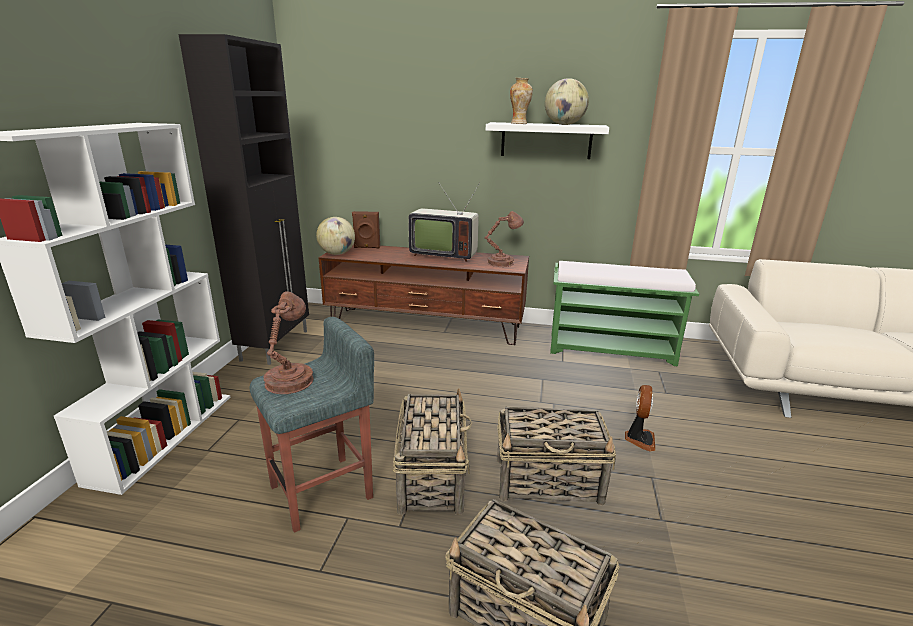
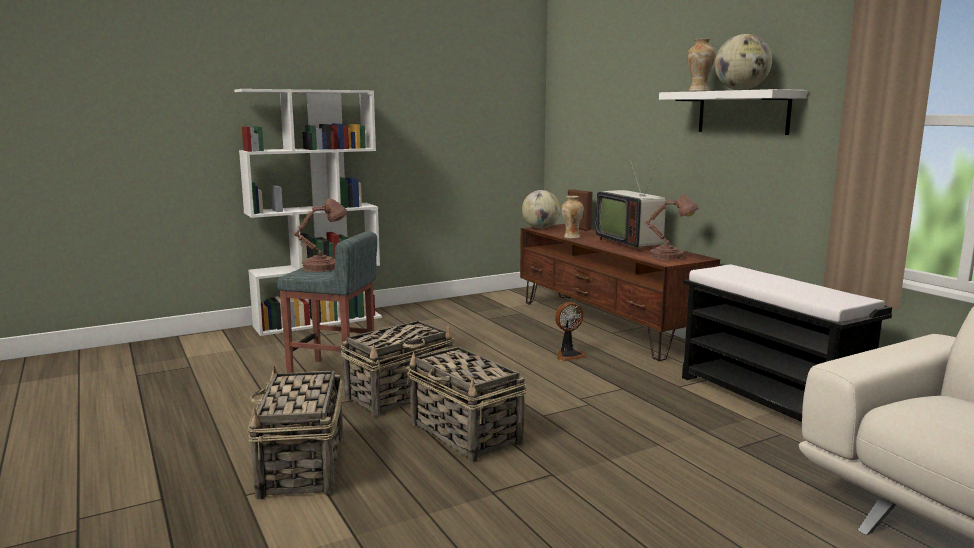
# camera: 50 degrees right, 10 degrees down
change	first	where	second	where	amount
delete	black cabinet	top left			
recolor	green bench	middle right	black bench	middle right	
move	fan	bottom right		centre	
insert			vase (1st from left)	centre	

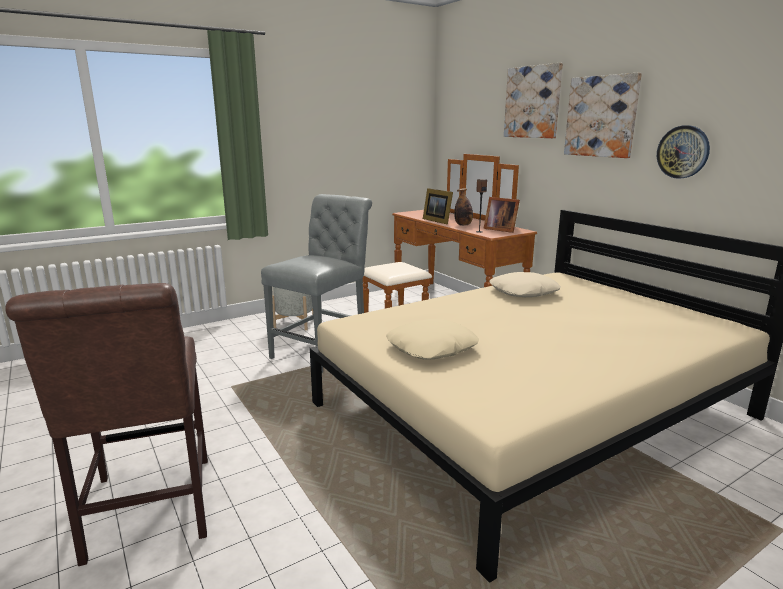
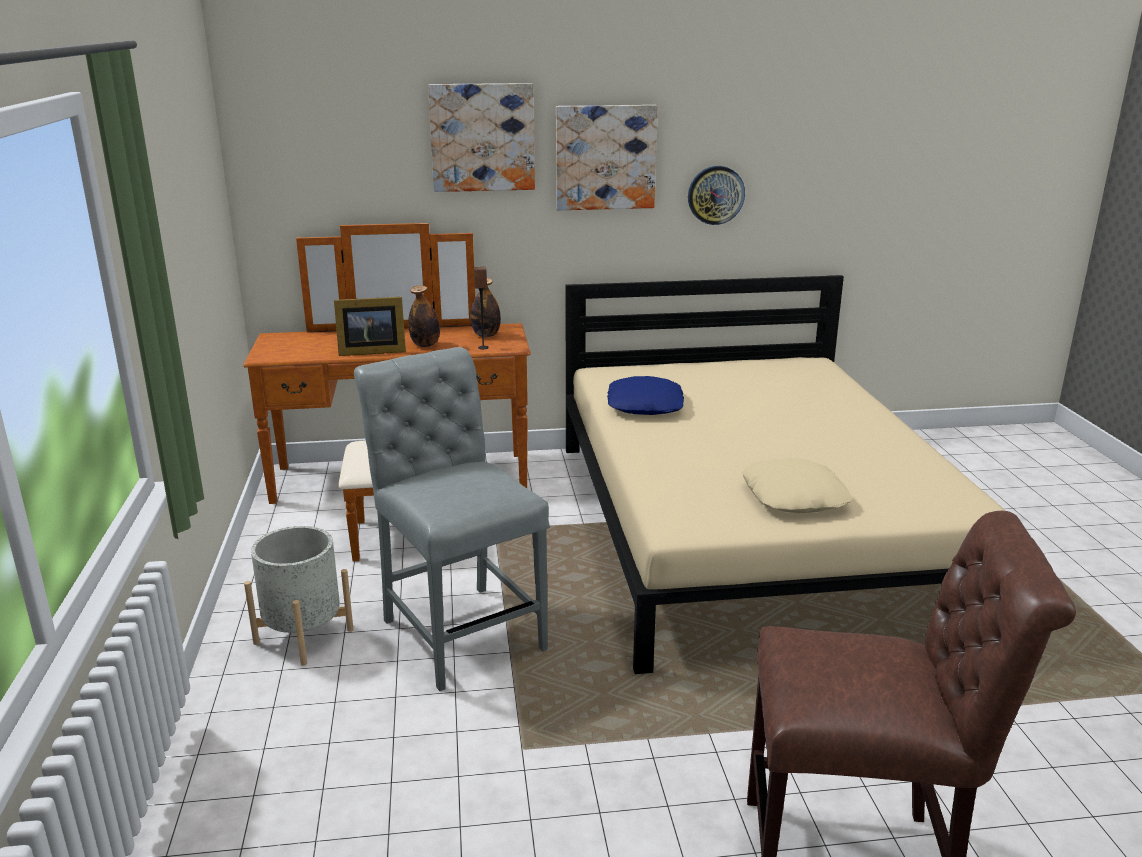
# camera: 65 degrees left, 5 degrees up
change	first	where	second	where	amount
replace	picture frame (2nd from left)	centre	bottle (2nd from left)	centre	
recolor	beige pillow (2nd from left)	middle right	blue pillow	centre	

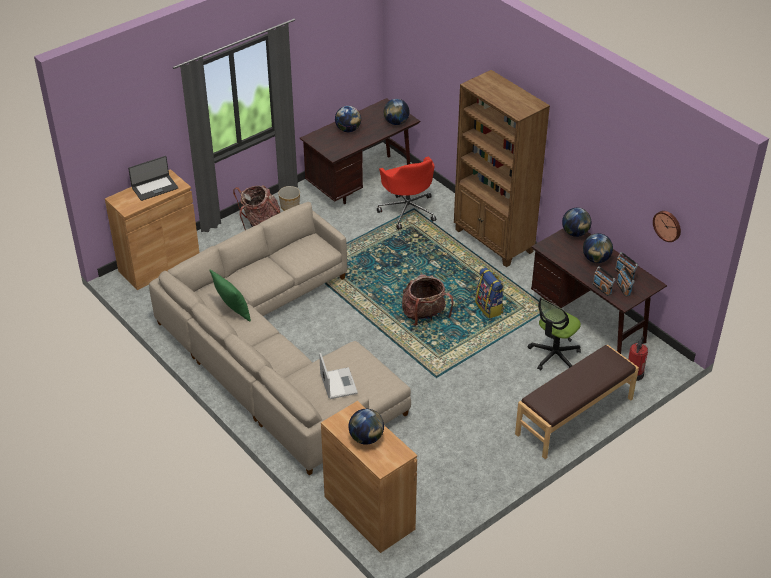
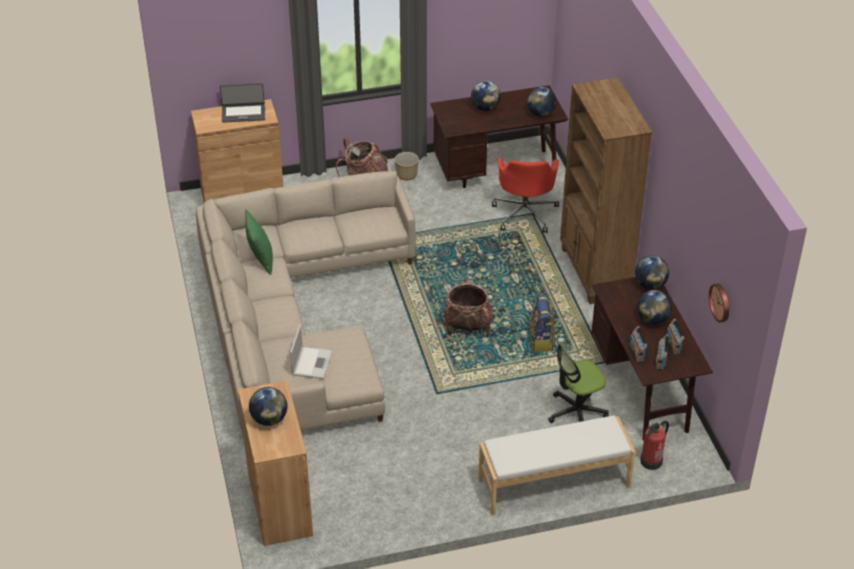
# camera: 25 degrees right, 0 degrees up
change	first	where	second	where	amount
recolor	brown bench	bottom right	white bench	bottom centre	

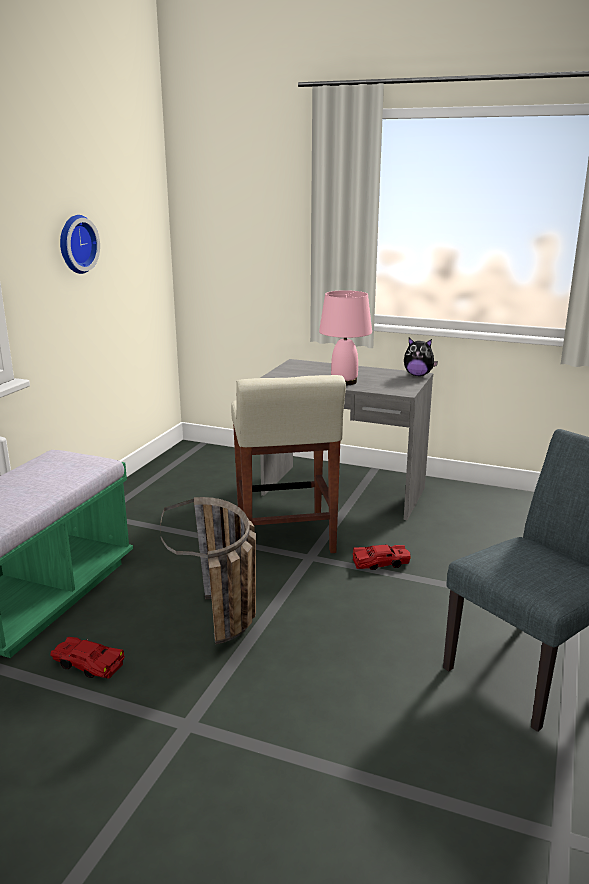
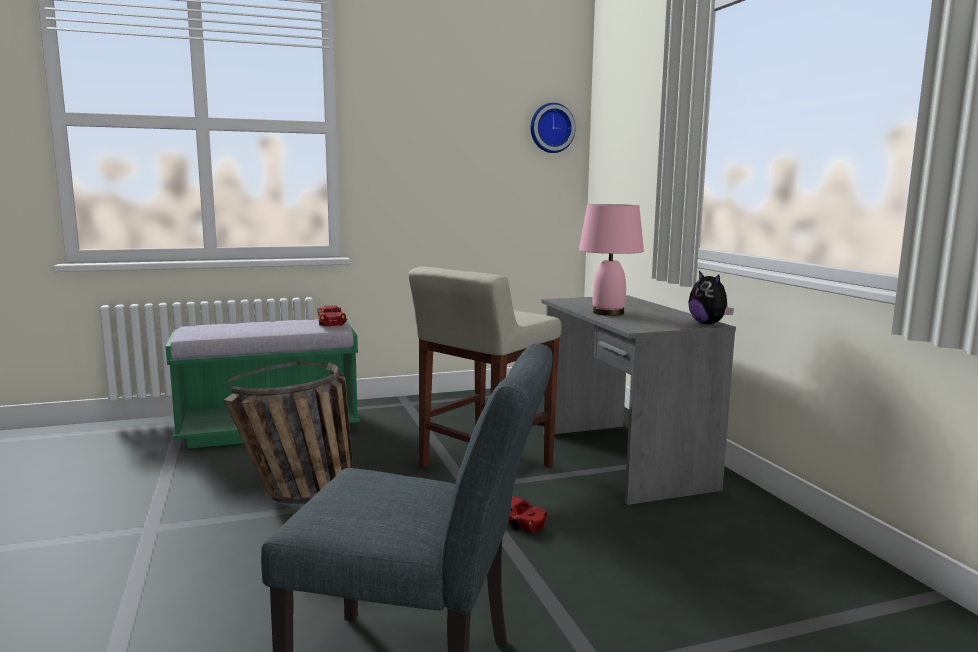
# camera: 50 degrees right, 10 degrees down
change	first	where	second	where	amount
move	wall clock	top left		top centre	
move	red toy car (1st from left)	bottom left		centre	

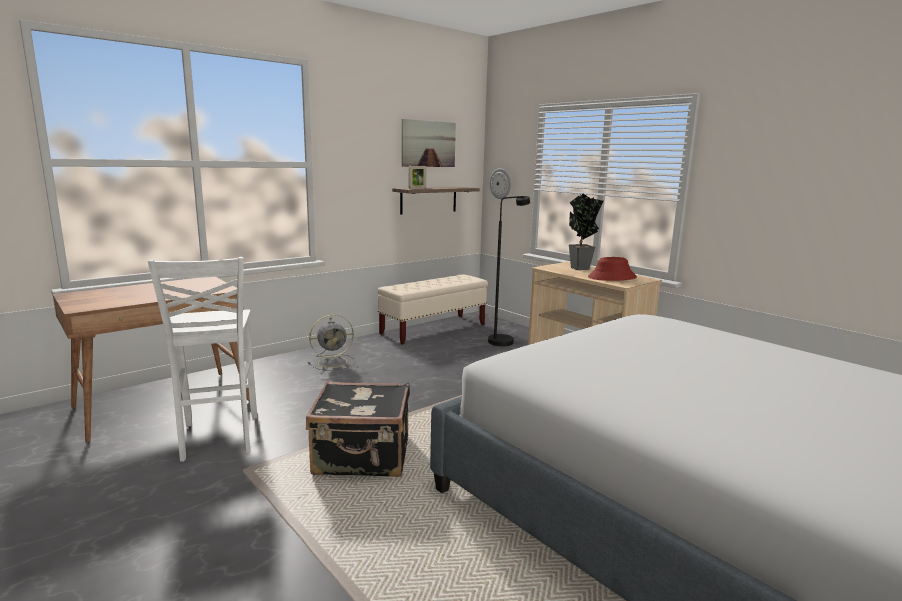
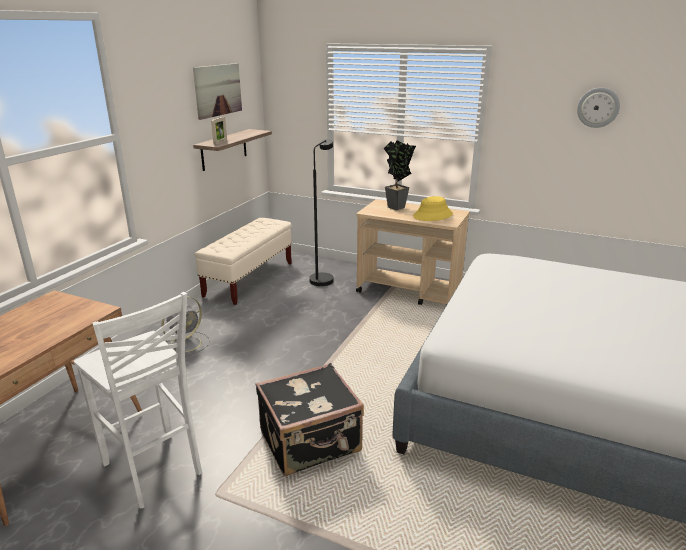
# camera: 25 degrees left, 10 degrees up
change	first	where	second	where	amount
move	wall clock	top centre		top right	
recolor	red hat	middle right	yellow hat	centre	

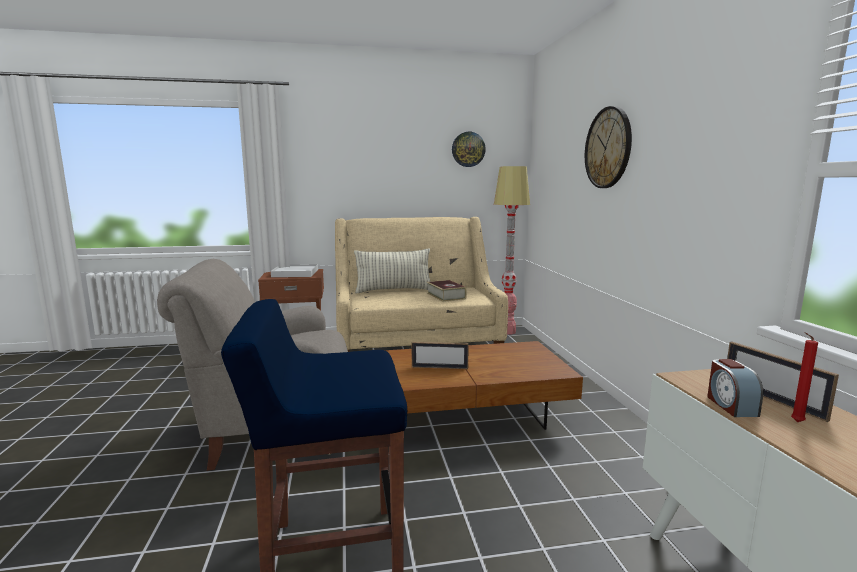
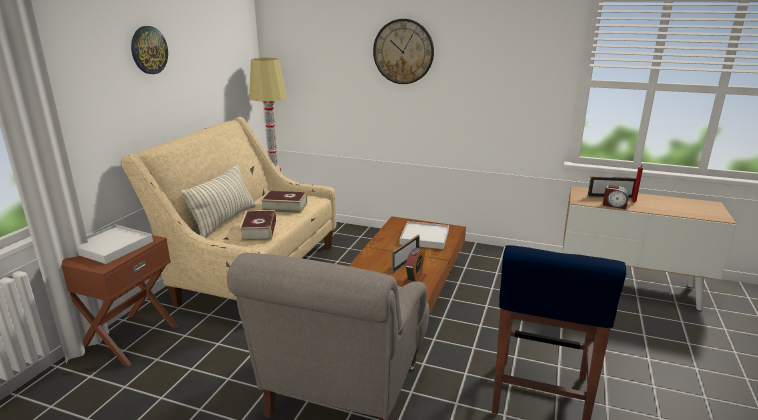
# camera: 60 degrees left, 10 degrees up
change	first	where	second	where	amount
move	wall clock (1st from left)	top centre		top left	
insert			book (1st from left)	centre	
insert			white tray (2nd from left)	centre	
insert			alarm clock (1st from left)	centre	

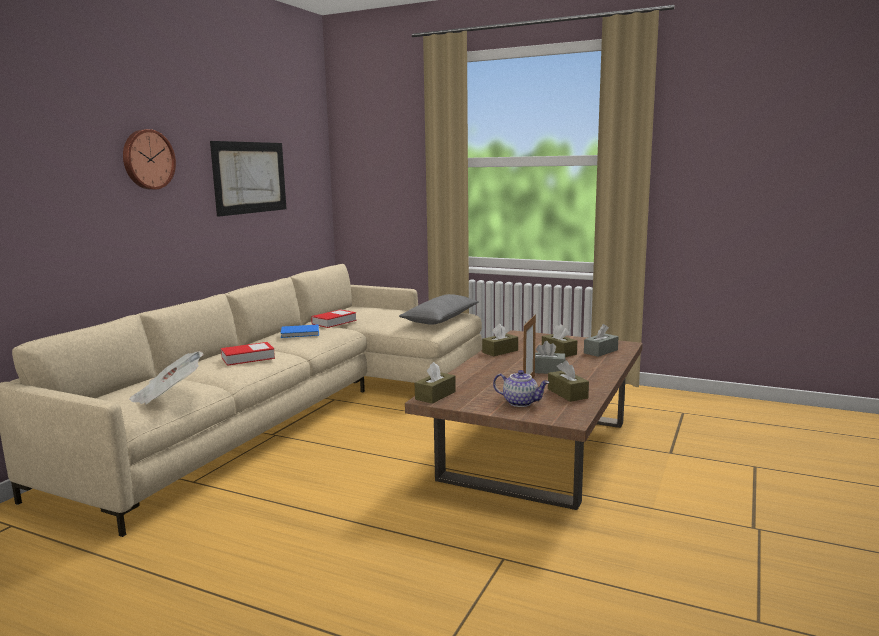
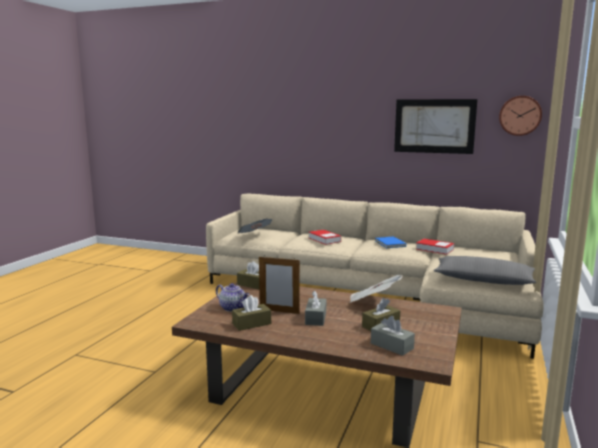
# camera: 85 degrees right, 0 degrees up
change	first	where	second	where	amount
move	wall clock	top left		top right	
replace	brown tissue box (2nd from left)	centre	newspaper (2nd from left)	centre	
rotate	teapot	centre		centre	75 degrees counterclockwise

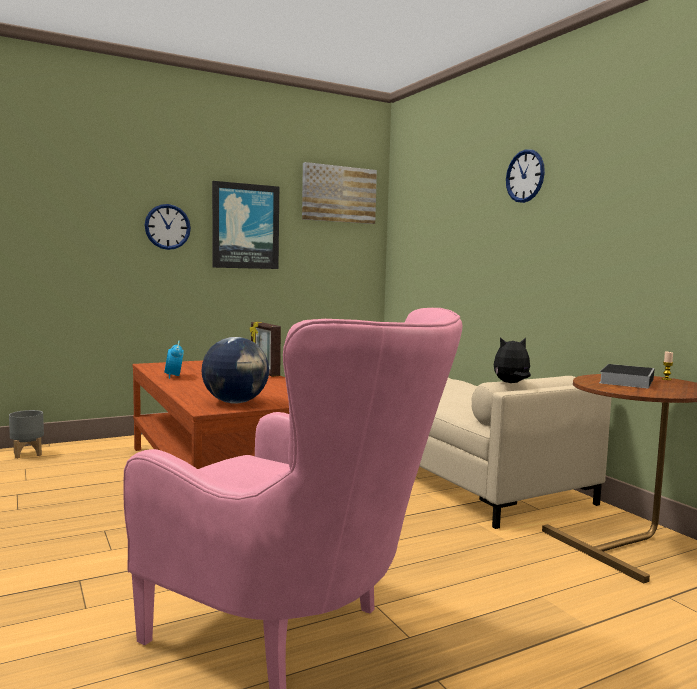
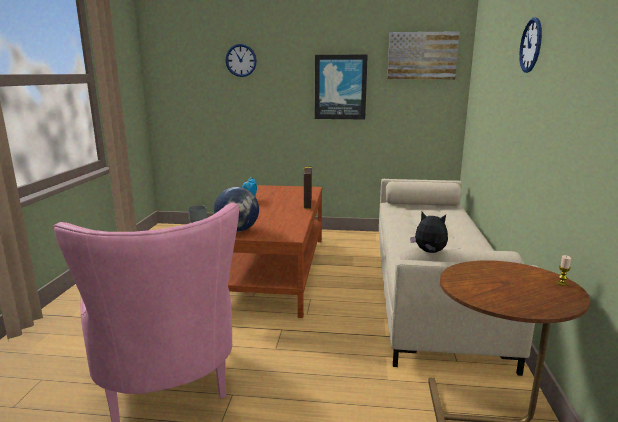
# camera: 35 degrees right, 10 degrees up
change	first	where	second	where	amount
move	wall clock (1st from left)	top left		top centre	
delete	book	middle right			

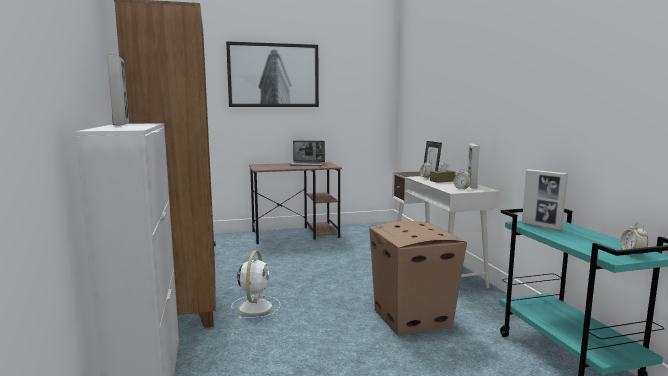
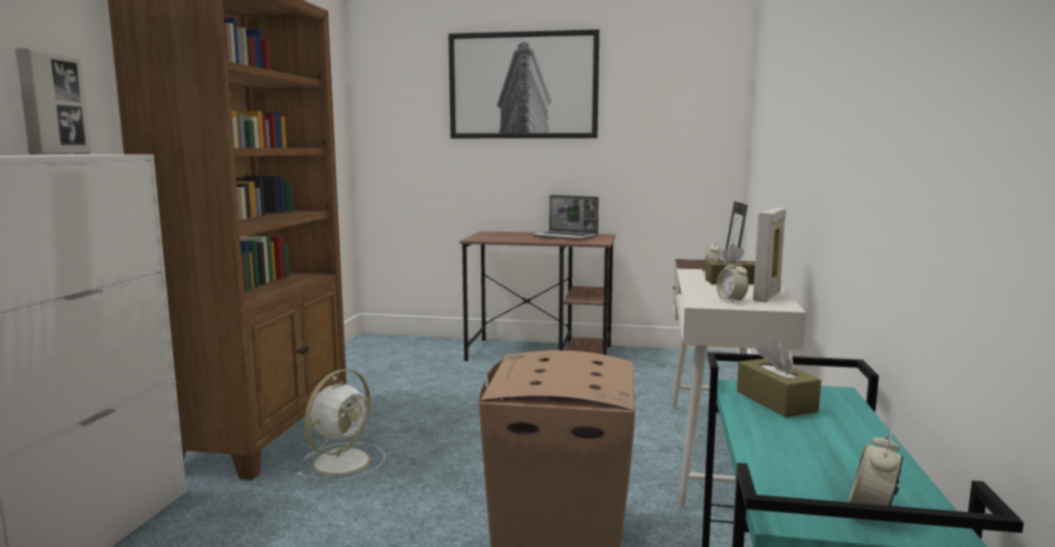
# camera: 25 degrees right, 0 degrees up
change	first	where	second	where	amount
replace	picture frame (4th from left)	middle right	brown tissue box (2nd from left)	bottom right	

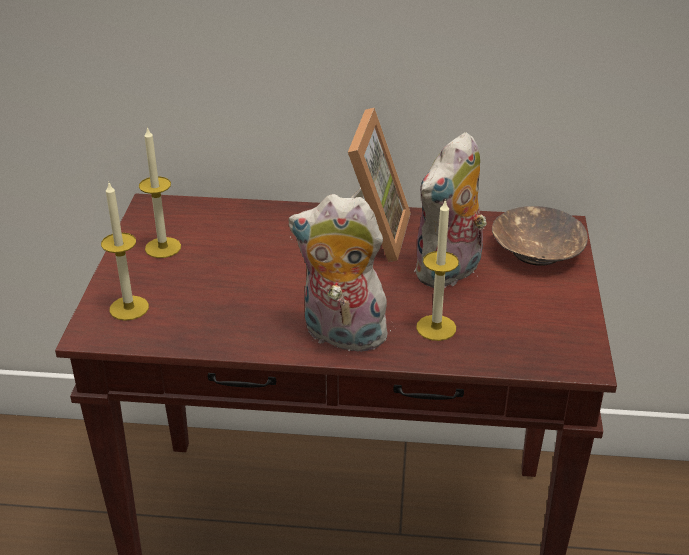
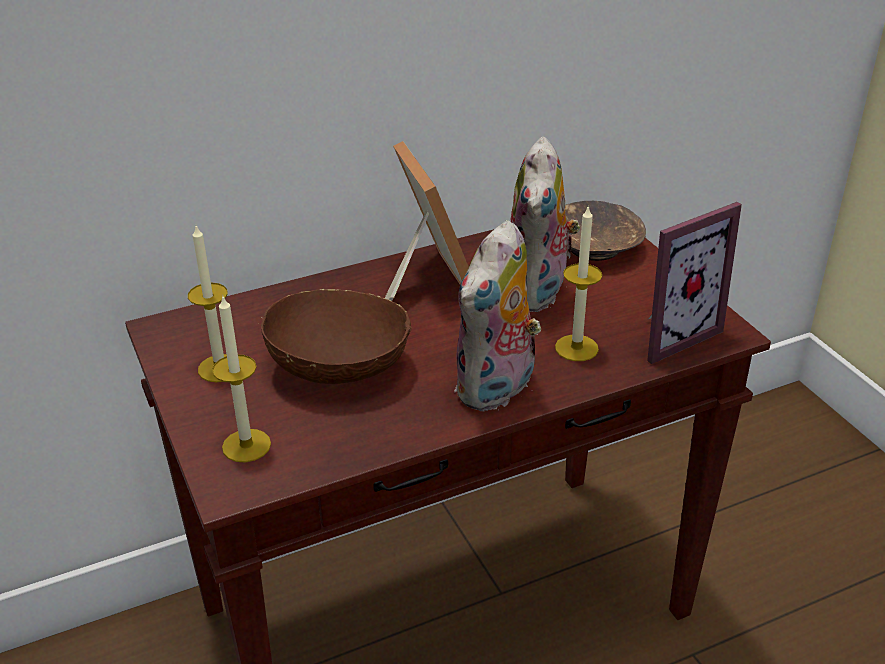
# camera: 30 degrees left, 0 degrees up
change	first	where	second	where	amount
rotate	plush toy (1st from left)	centre		centre	45 degrees counterclockwise
insert			picture frame (2nd from left)	middle right	
insert			brown bowl (1st from left)	centre	

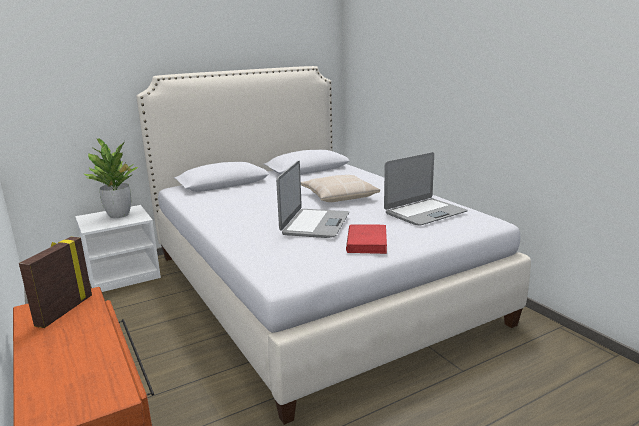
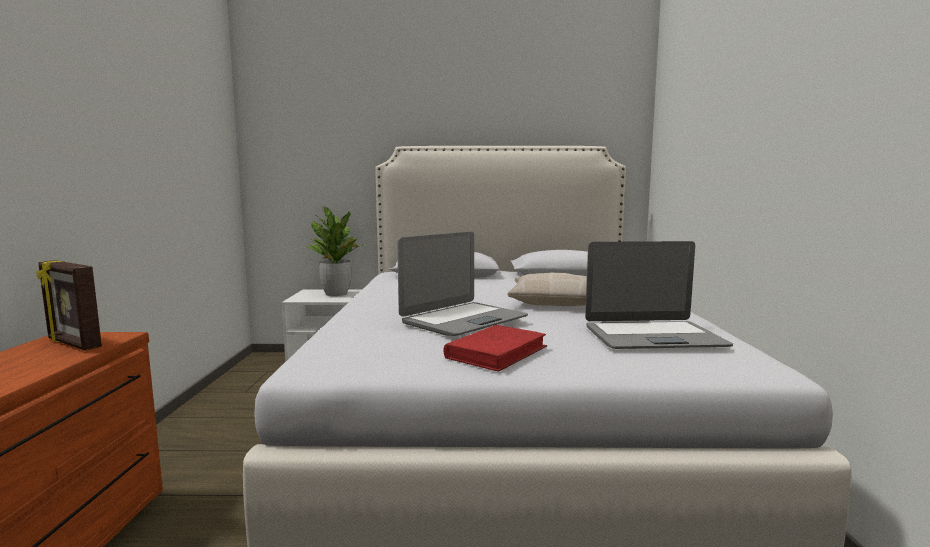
# camera: 30 degrees right, 10 degrees down
change	first	where	second	where	amount
rotate	picture frame	middle left		middle left	105 degrees counterclockwise

